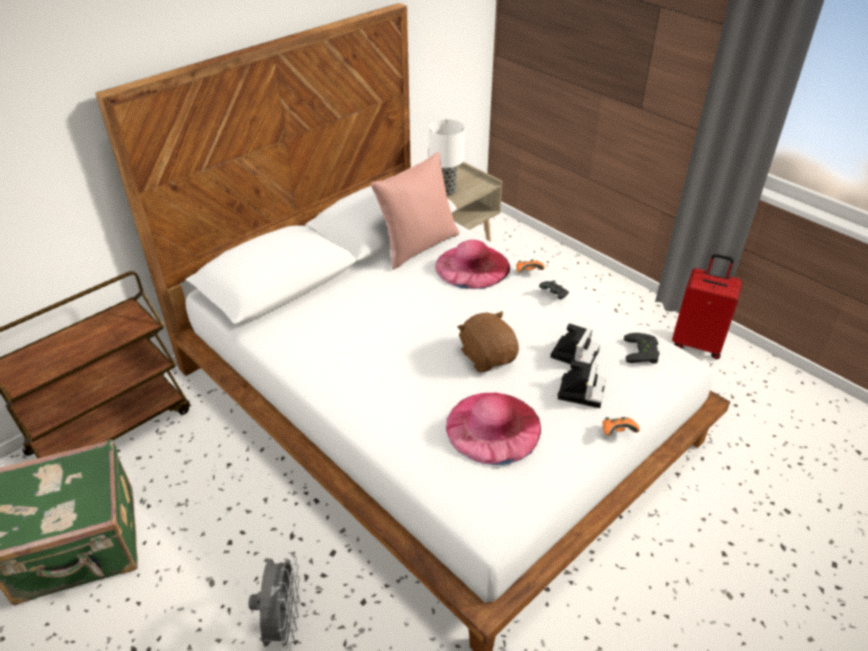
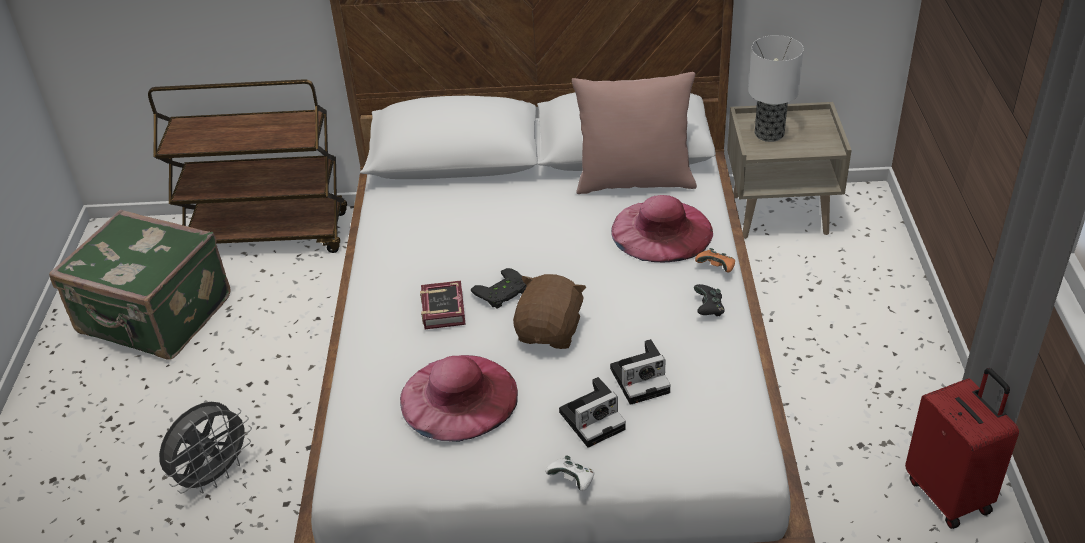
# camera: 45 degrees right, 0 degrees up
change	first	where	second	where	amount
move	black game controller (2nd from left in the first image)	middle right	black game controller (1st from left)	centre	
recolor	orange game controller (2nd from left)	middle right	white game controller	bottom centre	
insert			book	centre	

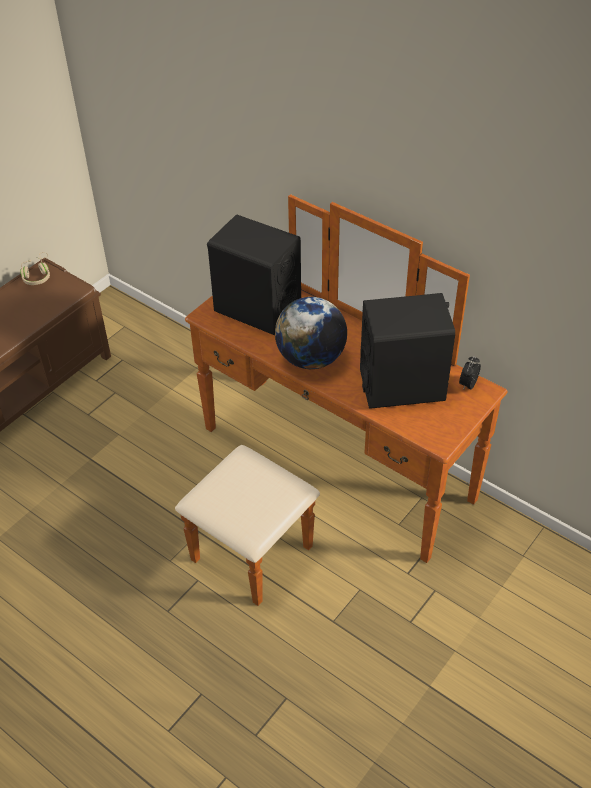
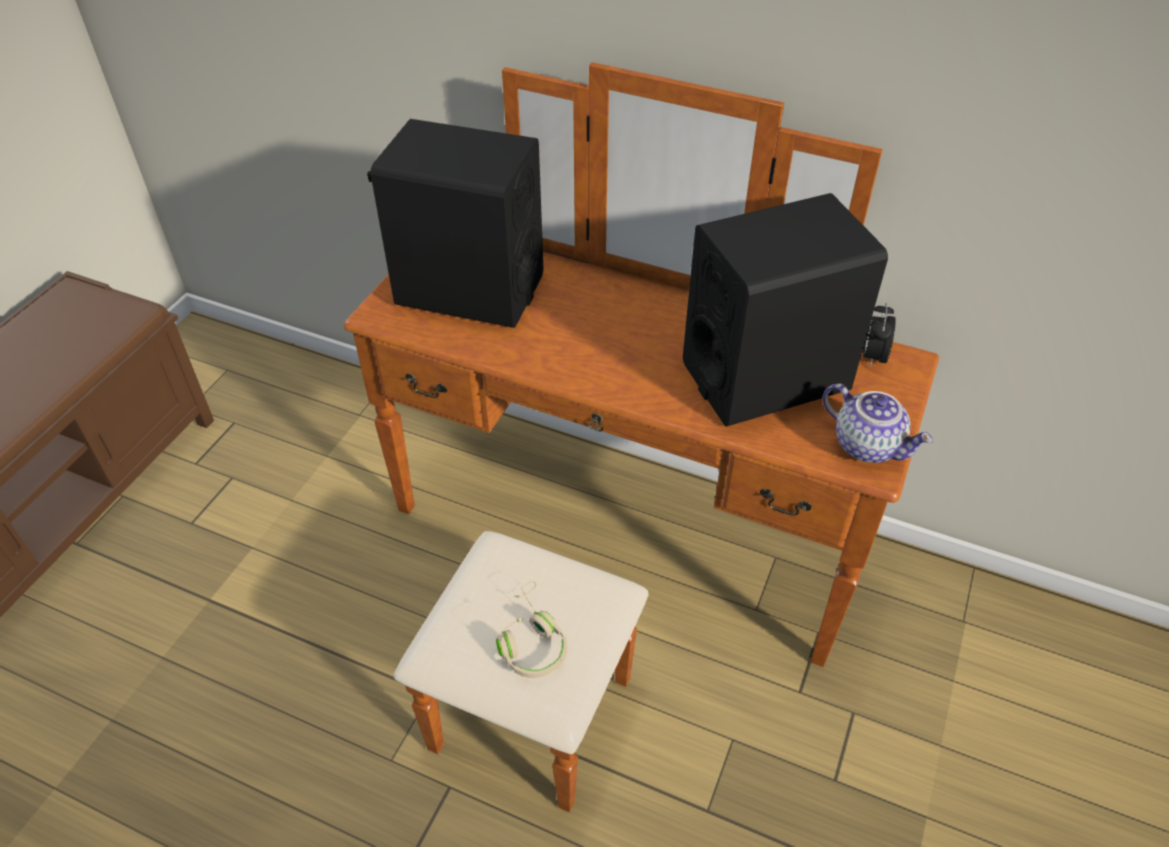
# camera: 15 degrees left, 0 degrees up
change	first	where	second	where	amount
move	beige headphones	middle left		bottom centre	
delete	globe	centre			
insert			teapot	middle right	

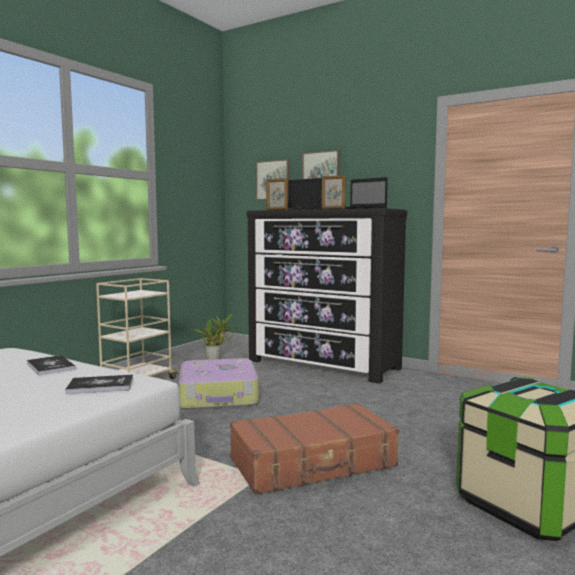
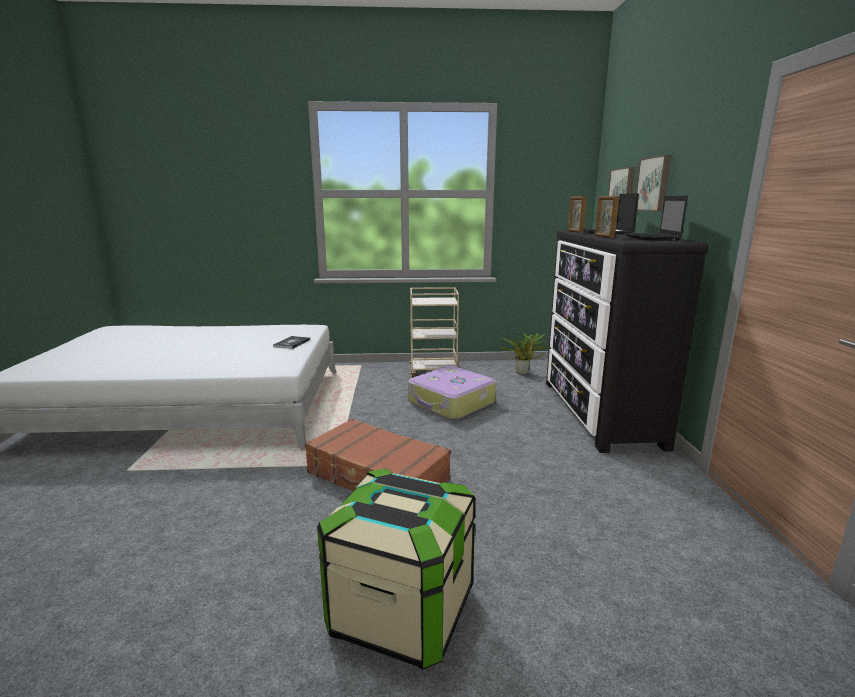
# camera: 55 degrees right, 10 degrees up
change	first	where	second	where	amount
delete	book (2nd from left)	bottom left			

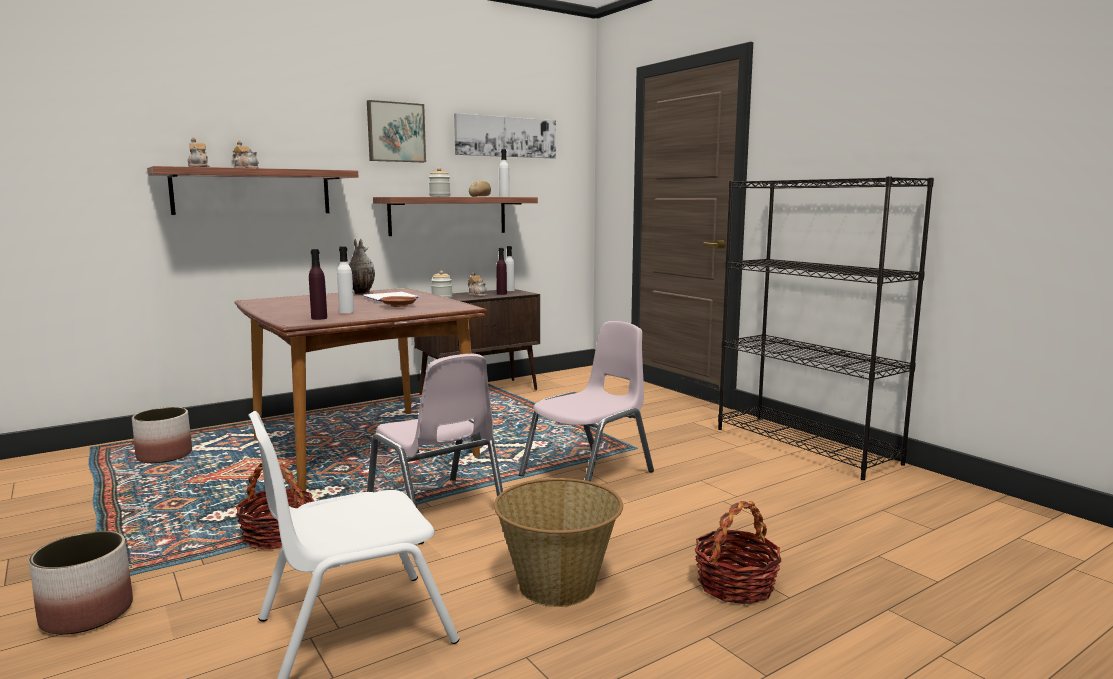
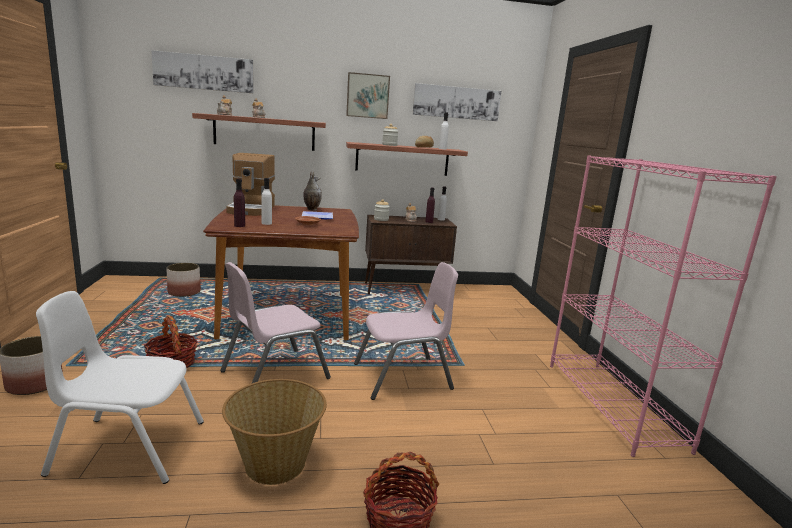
# camera: 25 degrees right, 5 degrees up
change	first	where	second	where	amount
recolor	black bookcase	middle right	pink bookcase	middle right	
rotate	pink chair (1st from left)	centre		centre	60 degrees clockwise
insert			picture (1st from left)	top left	
insert			coffee machine	middle left	

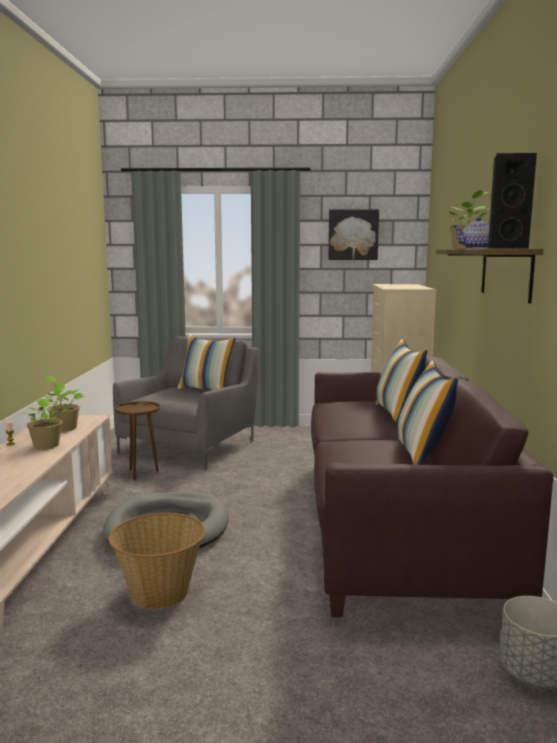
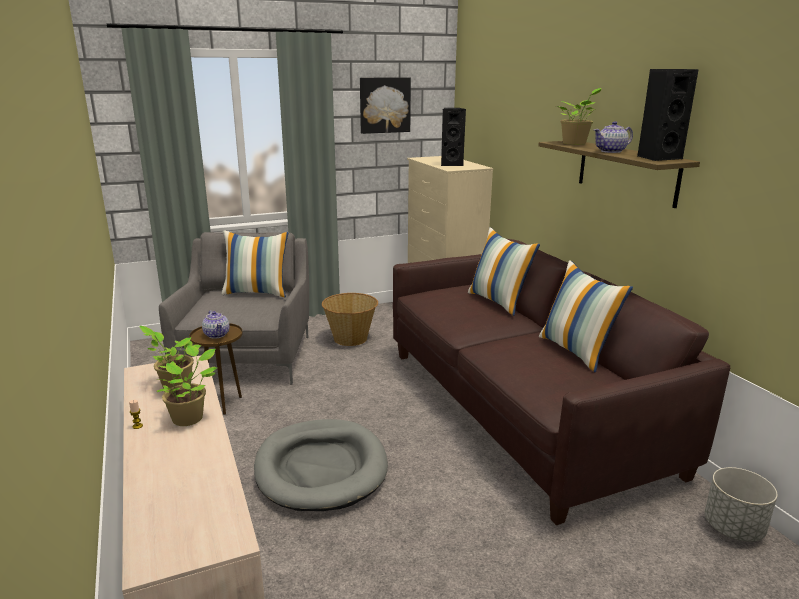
# camera: 25 degrees left, 10 degrees up
change	first	where	second	where	amount
move	basket	bottom left		centre	
insert			black speaker (1st from left)	top centre	
insert			teapot (1st from left)	middle left	

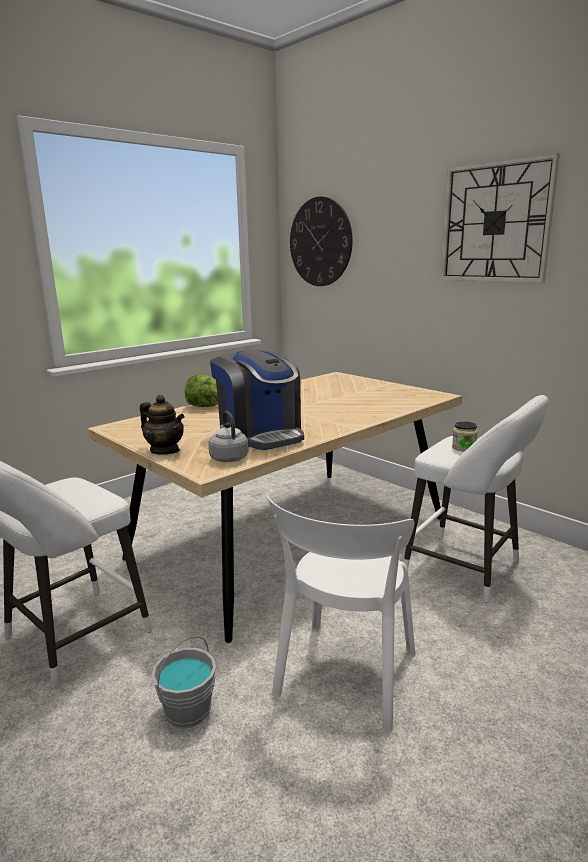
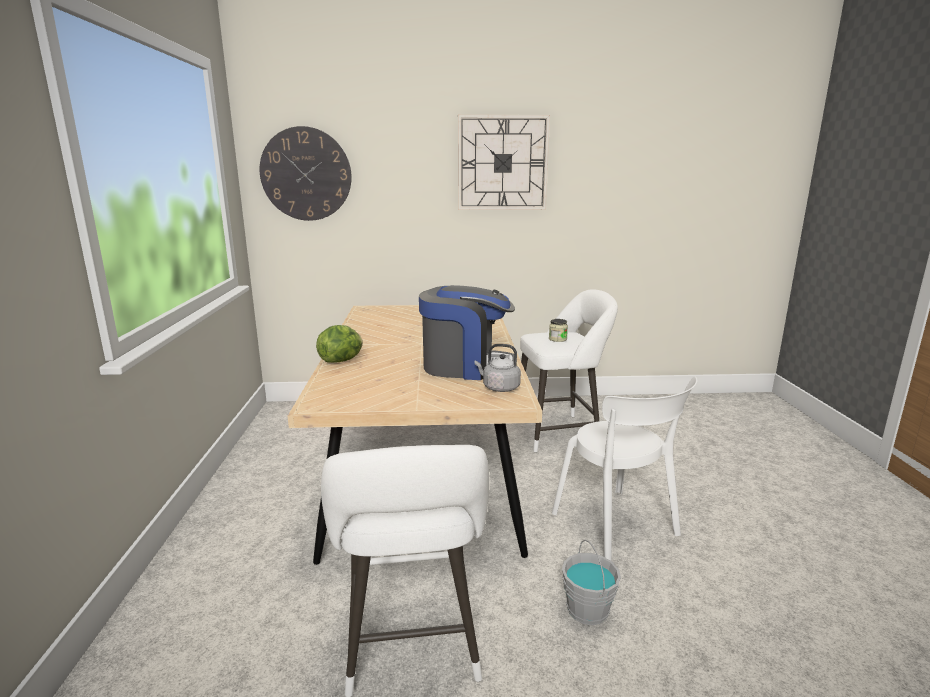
# camera: 50 degrees left, 0 degrees up
change	first	where	second	where	amount
delete	teapot	middle left			

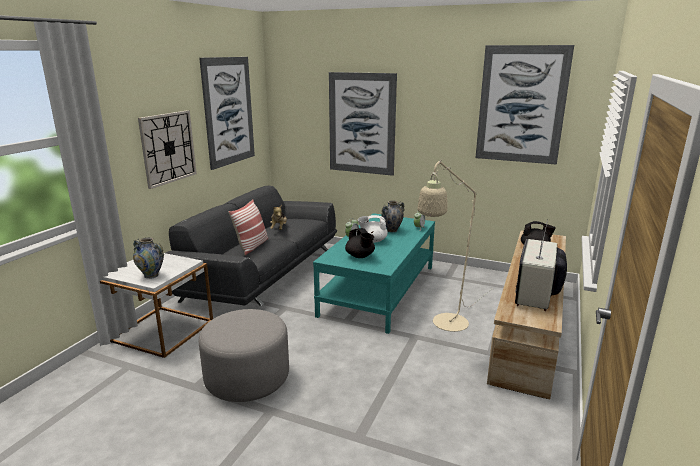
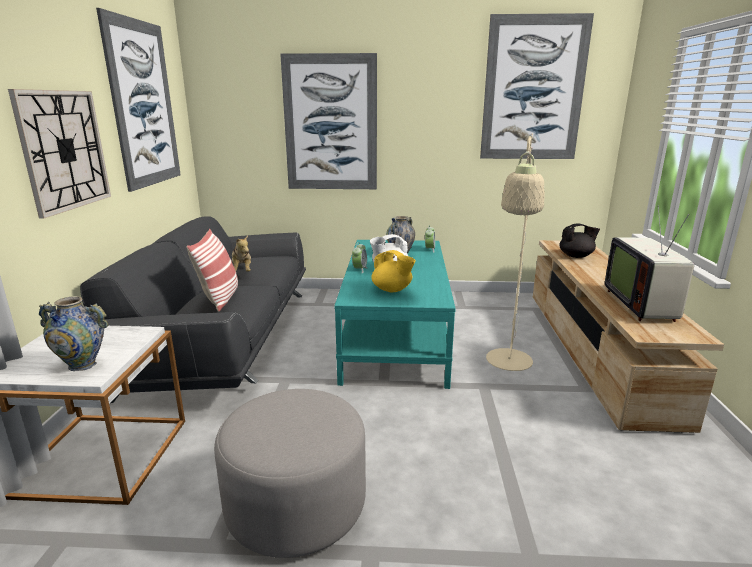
# camera: 20 degrees left, 0 degrees up
change	first	where	second	where	amount
recolor	black teapot (1st from left)	centre	yellow teapot	centre	

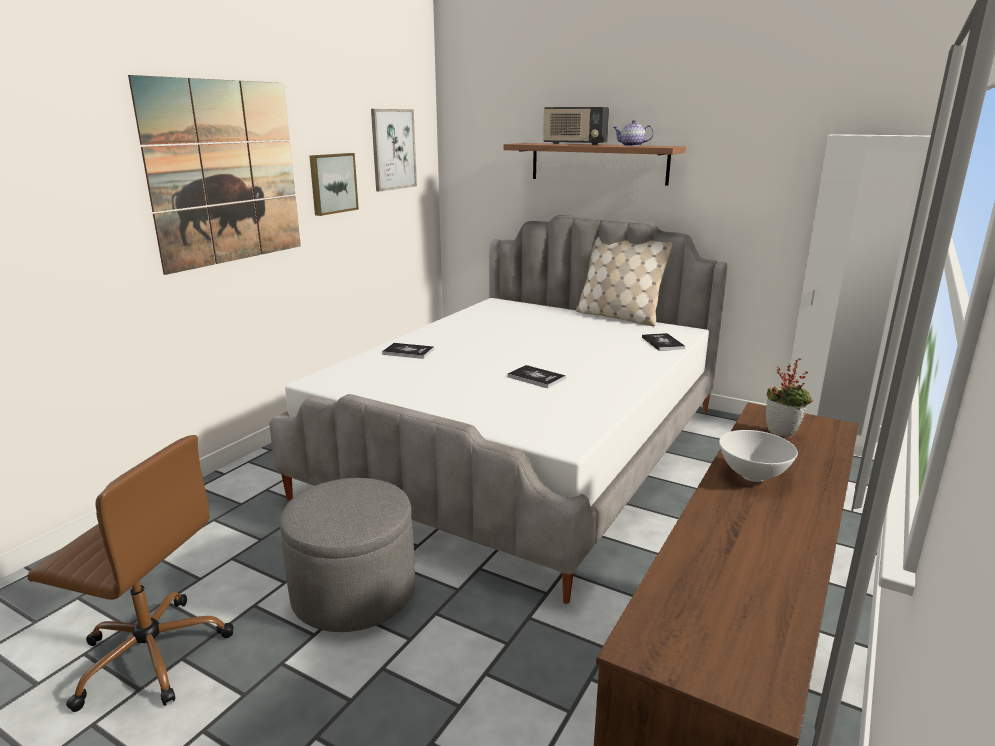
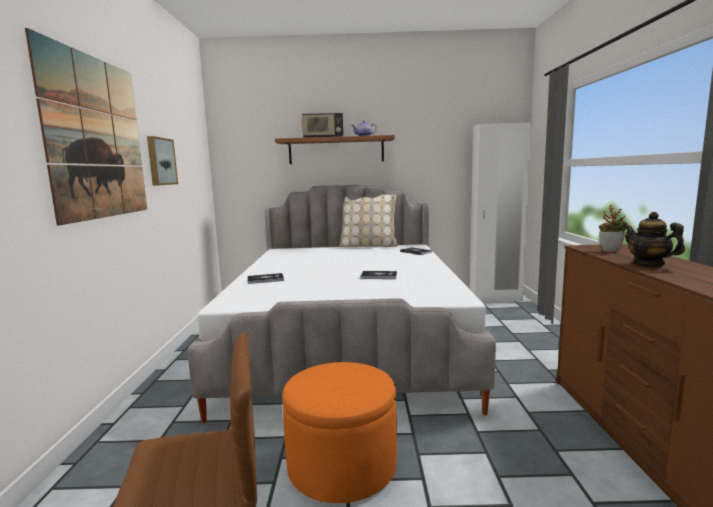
# camera: 30 degrees left, 10 degrees down
change	first	where	second	where	amount
delete	picture (3rd from left)	top centre			
replace	white bowl	middle right	teapot (2nd from left)	middle right	
recolor	grey ottoman	bottom centre	orange ottoman	bottom centre	

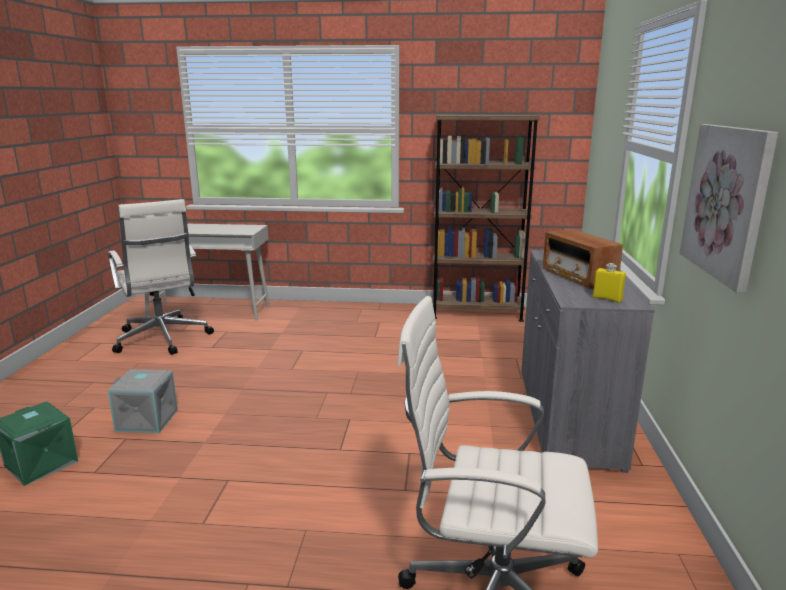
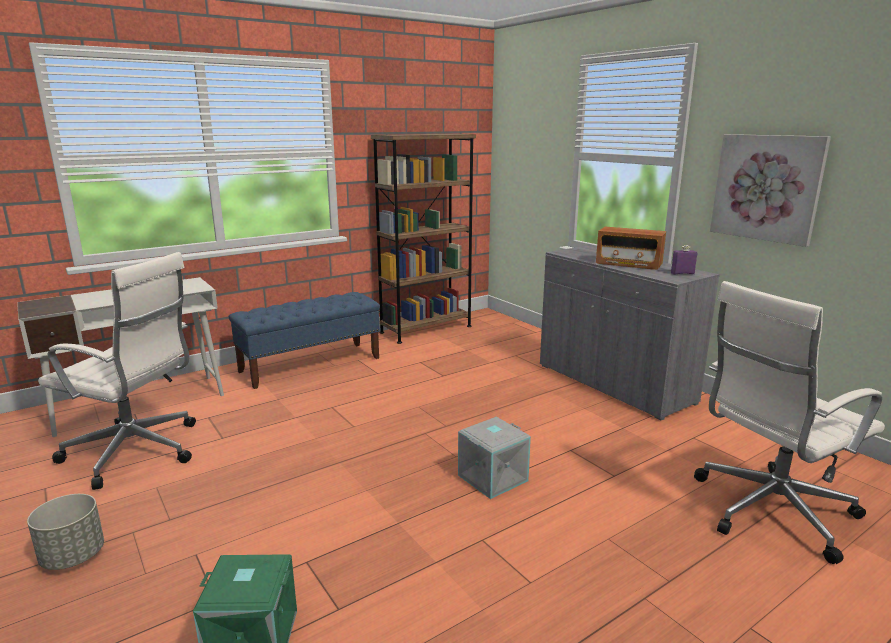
# camera: 40 degrees left, 0 degrees up
change	first	where	second	where	amount
recolor	yellow bottle	middle right	purple bottle	middle right	
move	grey storage box	bottom left		bottom centre	
insert			blue bench	centre	
insert			grey planter	bottom left	

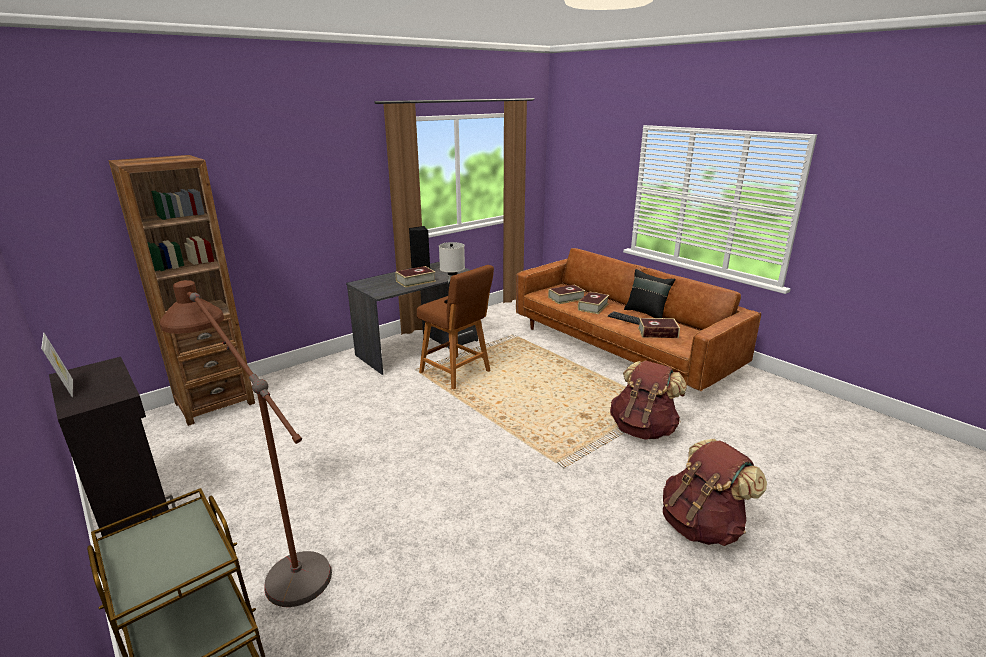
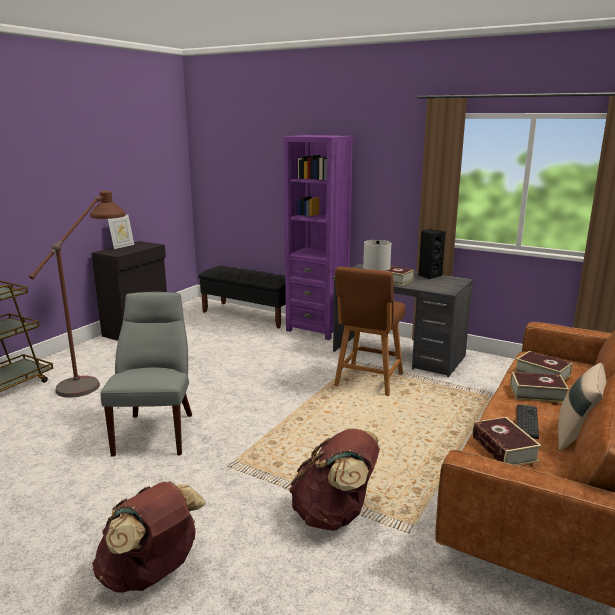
# camera: 70 degrees right, 5 degrees down
change	first	where	second	where	amount
replace	brown bookcase	middle left	black bench	centre	
recolor	black pillow	centre	beige pillow	middle right	
insert			purple bookcase	centre	
insert			grey chair	middle left	

